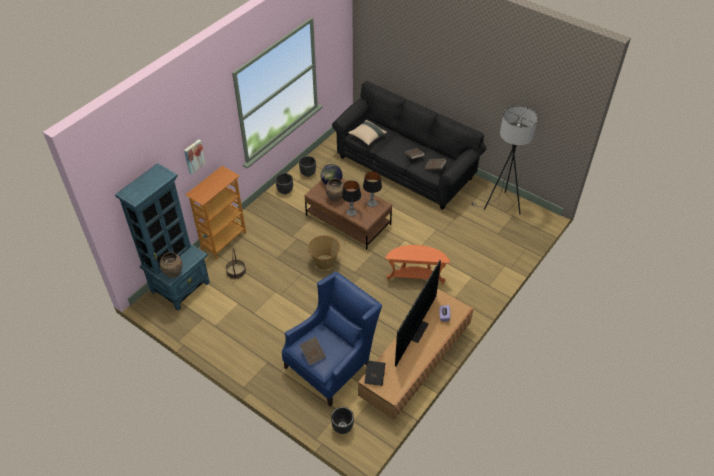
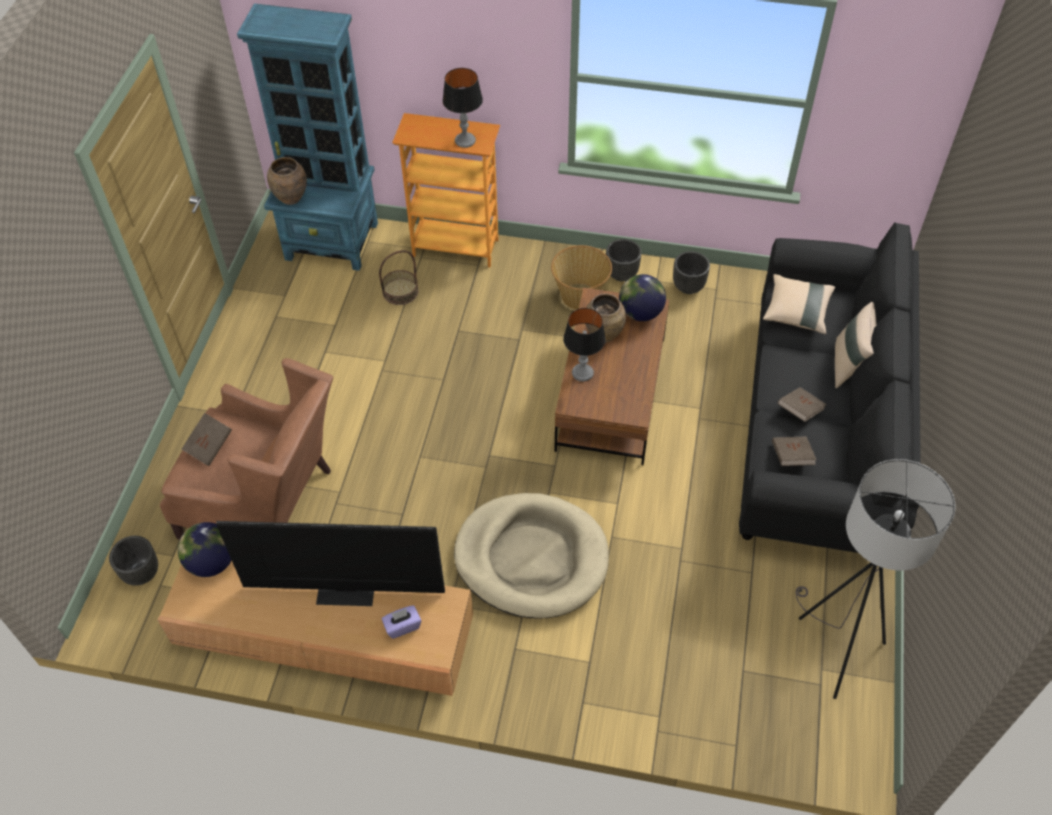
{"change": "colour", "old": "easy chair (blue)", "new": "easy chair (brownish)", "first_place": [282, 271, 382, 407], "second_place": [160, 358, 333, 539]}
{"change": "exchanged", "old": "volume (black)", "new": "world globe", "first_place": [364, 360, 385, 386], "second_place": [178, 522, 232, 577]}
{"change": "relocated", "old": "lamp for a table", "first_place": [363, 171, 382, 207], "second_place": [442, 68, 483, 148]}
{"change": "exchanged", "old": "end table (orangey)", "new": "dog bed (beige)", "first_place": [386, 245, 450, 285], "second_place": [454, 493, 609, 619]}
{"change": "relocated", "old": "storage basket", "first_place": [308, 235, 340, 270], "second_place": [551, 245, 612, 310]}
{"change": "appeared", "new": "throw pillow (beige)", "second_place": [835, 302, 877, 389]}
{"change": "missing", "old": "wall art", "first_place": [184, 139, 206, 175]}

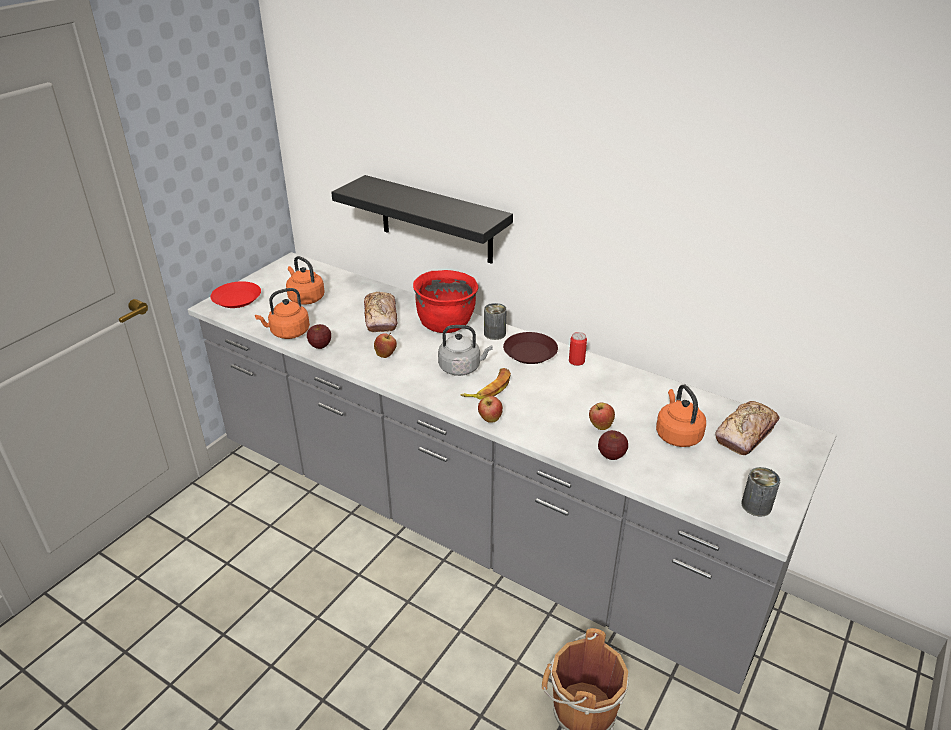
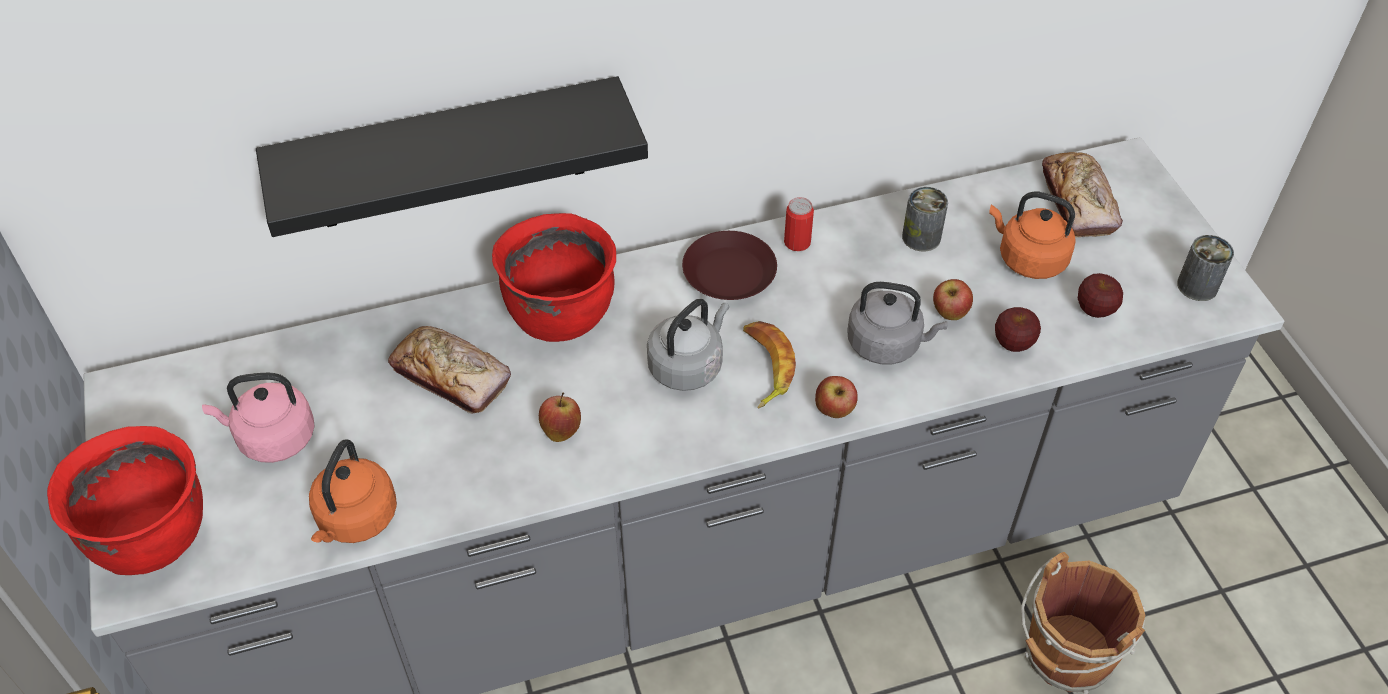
{"change": "exchanged", "old": "plate (red)", "new": "cooking pot (red)", "first_place": [210, 281, 261, 308], "second_place": [47, 426, 203, 575]}
{"change": "colour", "old": "water kettle (orangey)", "new": "water kettle (pink)", "first_place": [286, 256, 325, 305], "second_place": [202, 373, 315, 463]}
{"change": "appeared", "new": "water kettle (greyish)", "second_place": [847, 282, 948, 365]}
{"change": "relocated", "old": "metal can", "first_place": [484, 303, 507, 340], "second_place": [902, 187, 948, 252]}
{"change": "relocated", "old": "whole apple", "first_place": [307, 324, 331, 349], "second_place": [1078, 273, 1123, 318]}

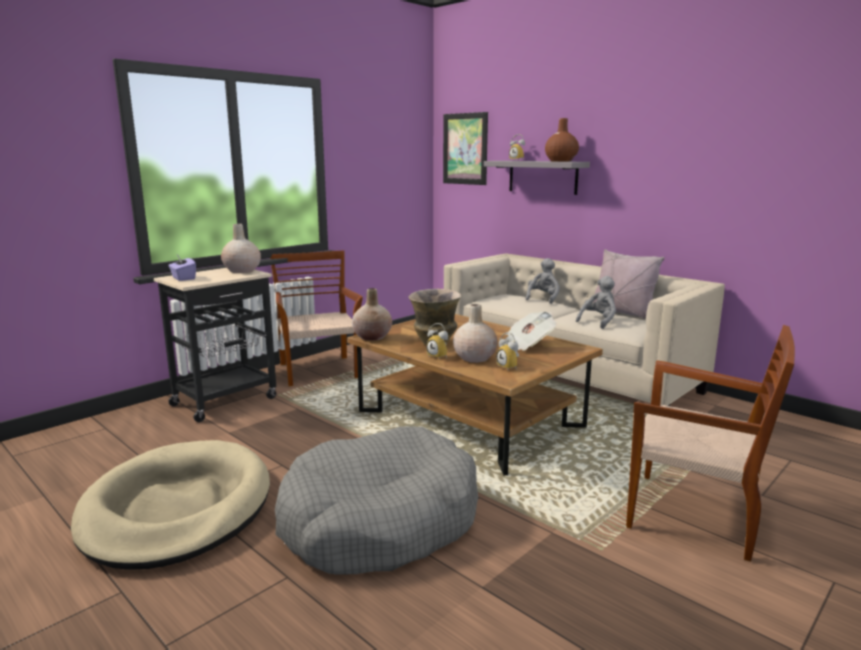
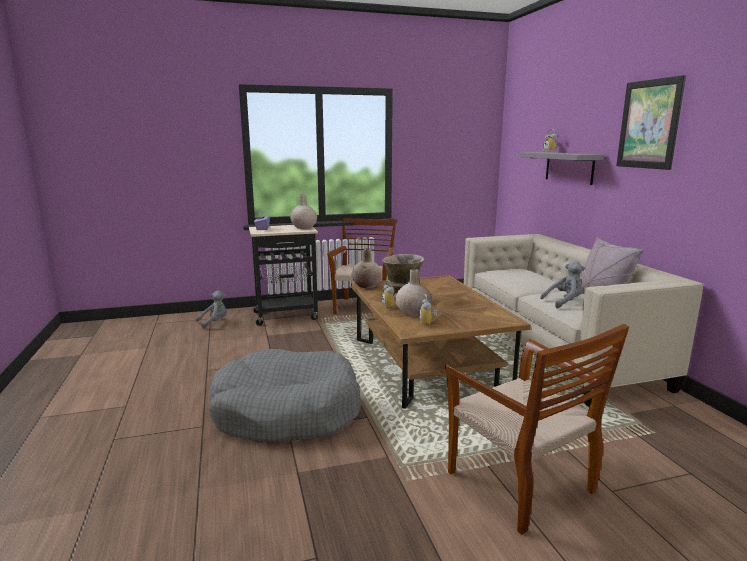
{"change": "relocated", "old": "cuddly toy (greyish)", "first_place": [525, 258, 560, 304], "second_place": [196, 291, 227, 329]}
{"change": "relocated", "old": "wall art", "first_place": [443, 112, 488, 185], "second_place": [616, 75, 686, 170]}
{"change": "missing", "old": "dog bed (beige)", "first_place": [71, 440, 270, 570]}
{"change": "missing", "old": "printed paper", "first_place": [499, 311, 557, 351]}
{"change": "missing", "old": "flower vase (brownish)", "first_place": [545, 118, 579, 162]}

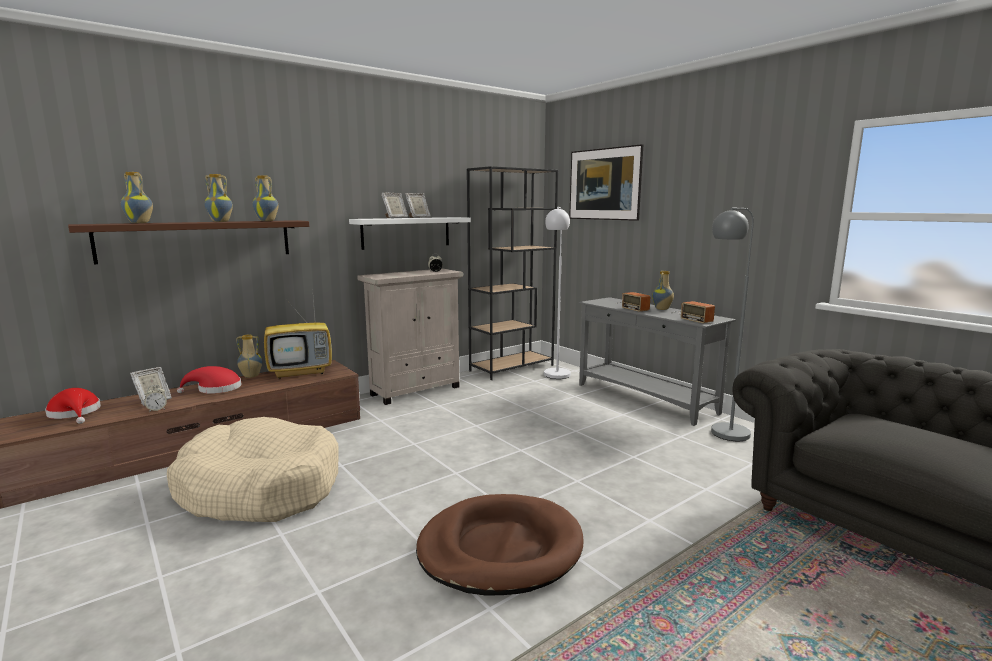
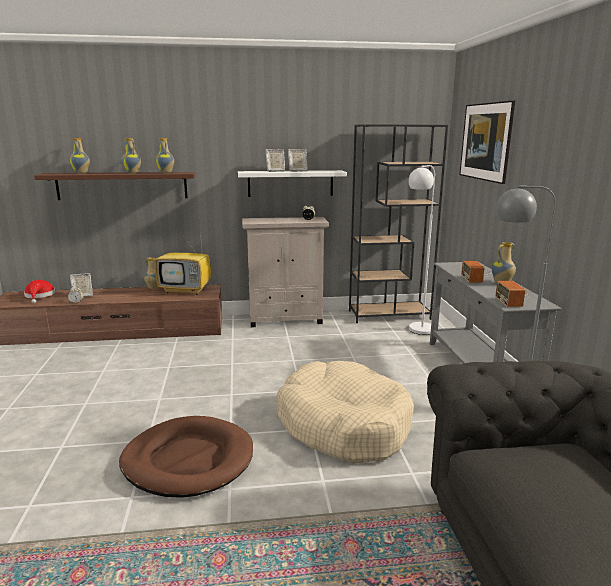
{"change": "relocated", "old": "dog bed (beige)", "first_place": [167, 417, 338, 522], "second_place": [277, 361, 414, 464]}
{"change": "missing", "old": "hat (red)", "first_place": [177, 366, 242, 394]}

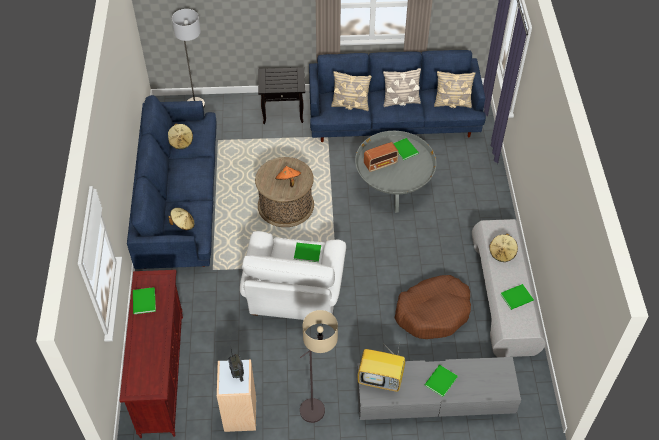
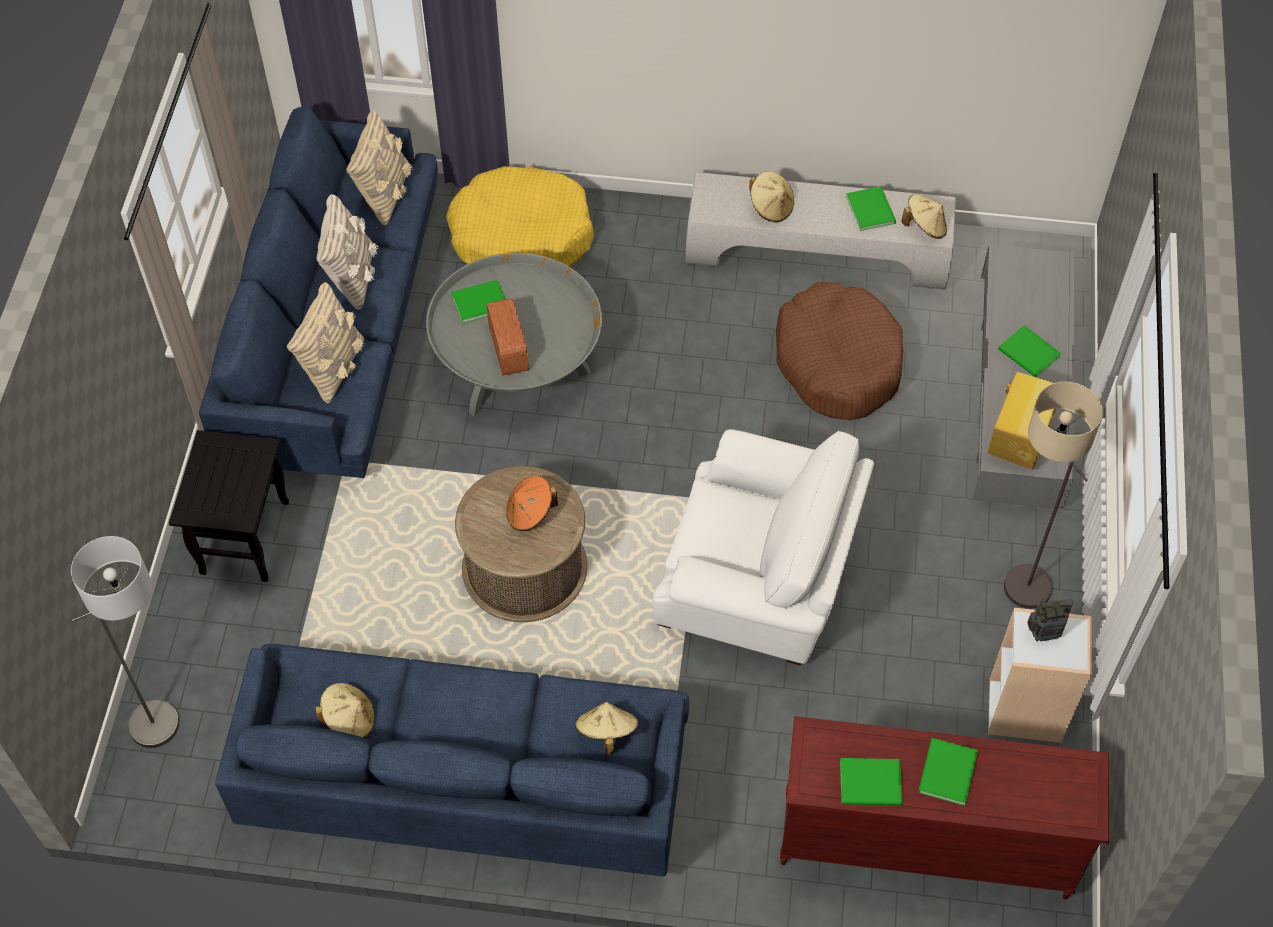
{"change": "appeared", "new": "dog bed (yellowish)", "second_place": [446, 166, 594, 267]}
{"change": "appeared", "new": "hat (beige)", "second_place": [902, 194, 947, 239]}
{"change": "relocated", "old": "volume (green-coloured)", "first_place": [294, 243, 321, 262], "second_place": [918, 738, 978, 806]}

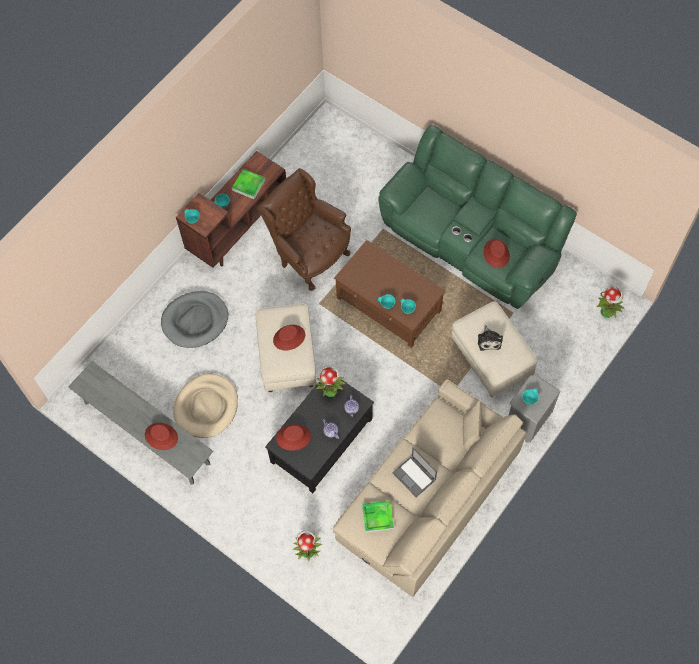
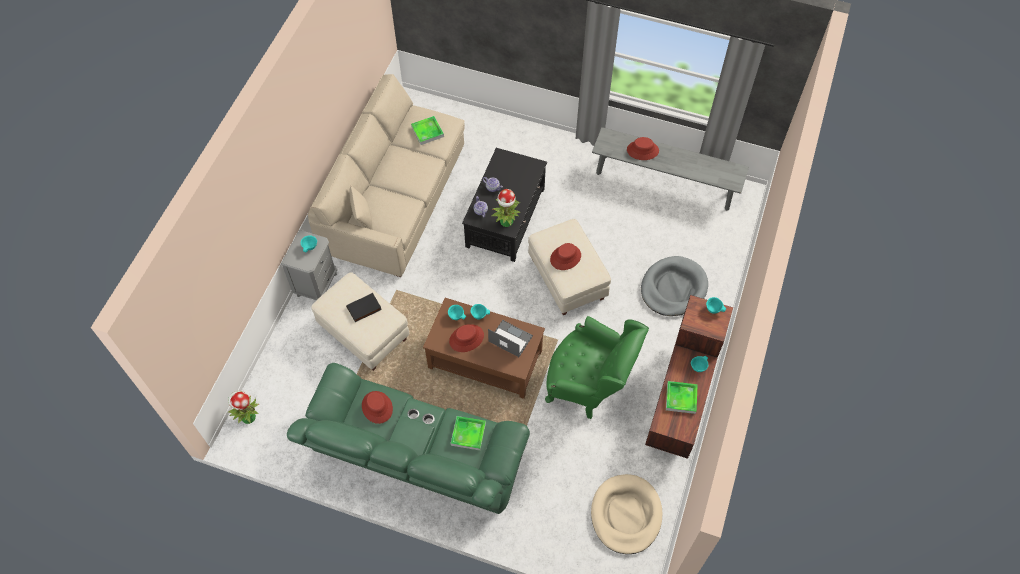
{"change": "exchanged", "old": "cuddly toy", "new": "volume (black)", "first_place": [478, 325, 503, 351], "second_place": [346, 293, 382, 322]}
{"change": "relocated", "old": "hat (red)", "first_place": [276, 424, 311, 451], "second_place": [449, 324, 484, 352]}
{"change": "appeared", "new": "serving tray", "second_place": [451, 416, 486, 451]}
{"change": "relocated", "old": "portable computer", "first_place": [392, 448, 437, 497], "second_place": [488, 320, 533, 357]}
{"change": "colour", "old": "easy chair (brownish)", "new": "easy chair (green-coloured)", "first_place": [257, 168, 351, 291], "second_place": [545, 316, 649, 419]}
{"change": "relocated", "old": "dog bed (beige)", "first_place": [173, 374, 238, 438], "second_place": [591, 474, 663, 554]}
{"change": "missing", "old": "houseplant", "first_place": [293, 530, 322, 561]}

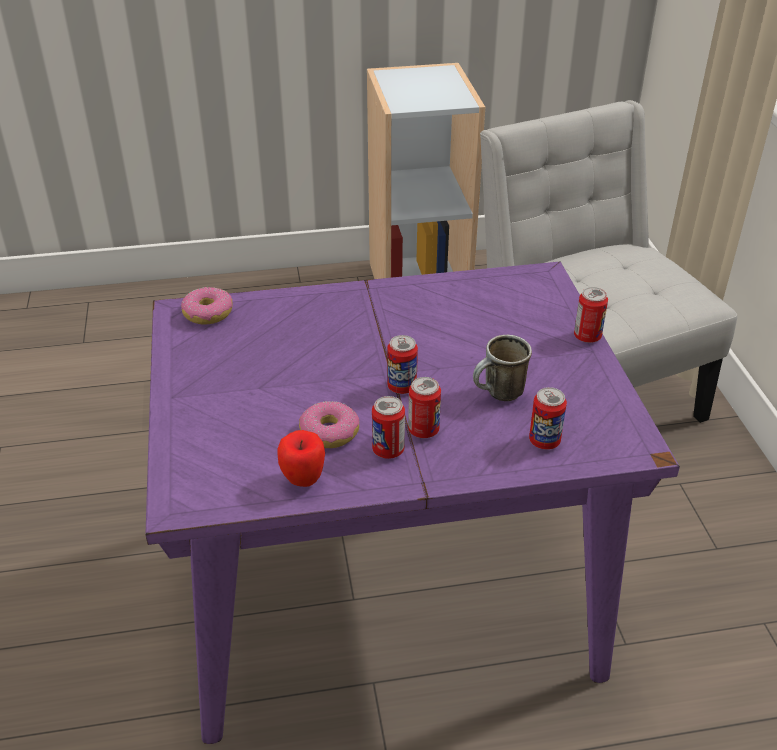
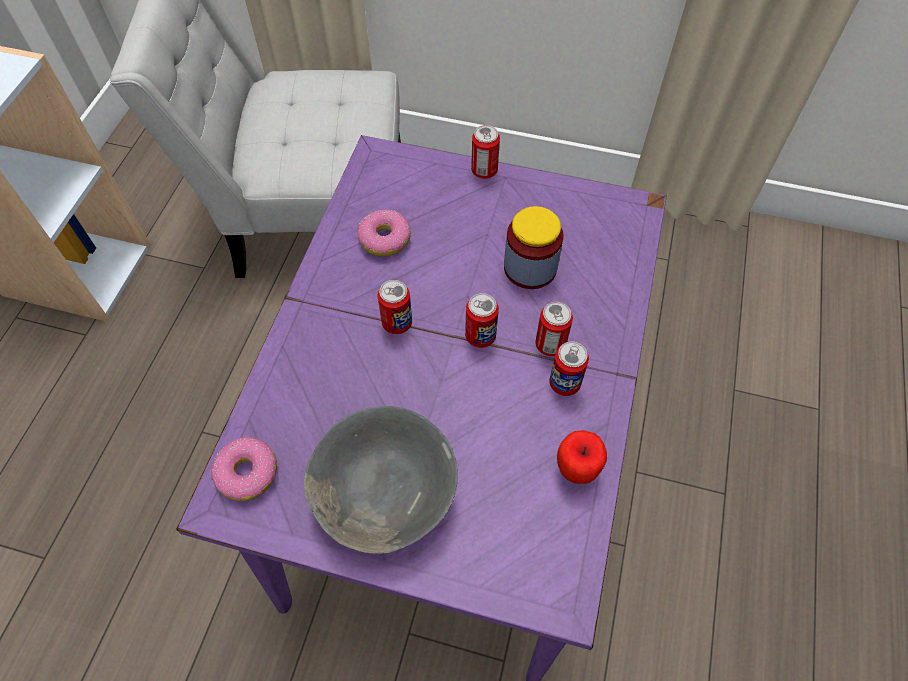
{"change": "appeared", "new": "bowl (greyish)", "second_place": [304, 406, 458, 554]}
{"change": "relocated", "old": "ring doughnut", "first_place": [299, 401, 359, 448], "second_place": [358, 210, 411, 257]}
{"change": "relocated", "old": "metal can", "first_place": [529, 387, 567, 450], "second_place": [378, 280, 412, 334]}
{"change": "exchanged", "old": "tea mug", "new": "jar", "first_place": [473, 335, 532, 401], "second_place": [504, 206, 564, 289]}

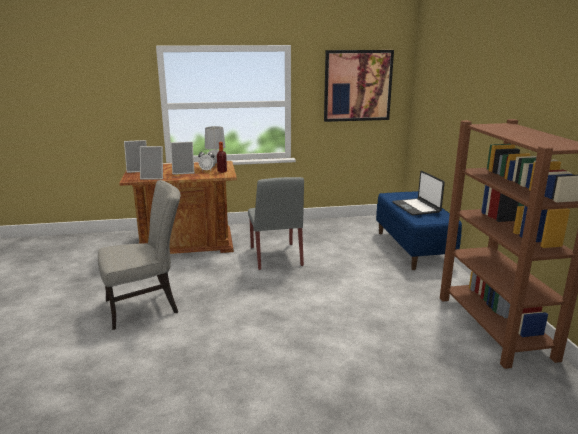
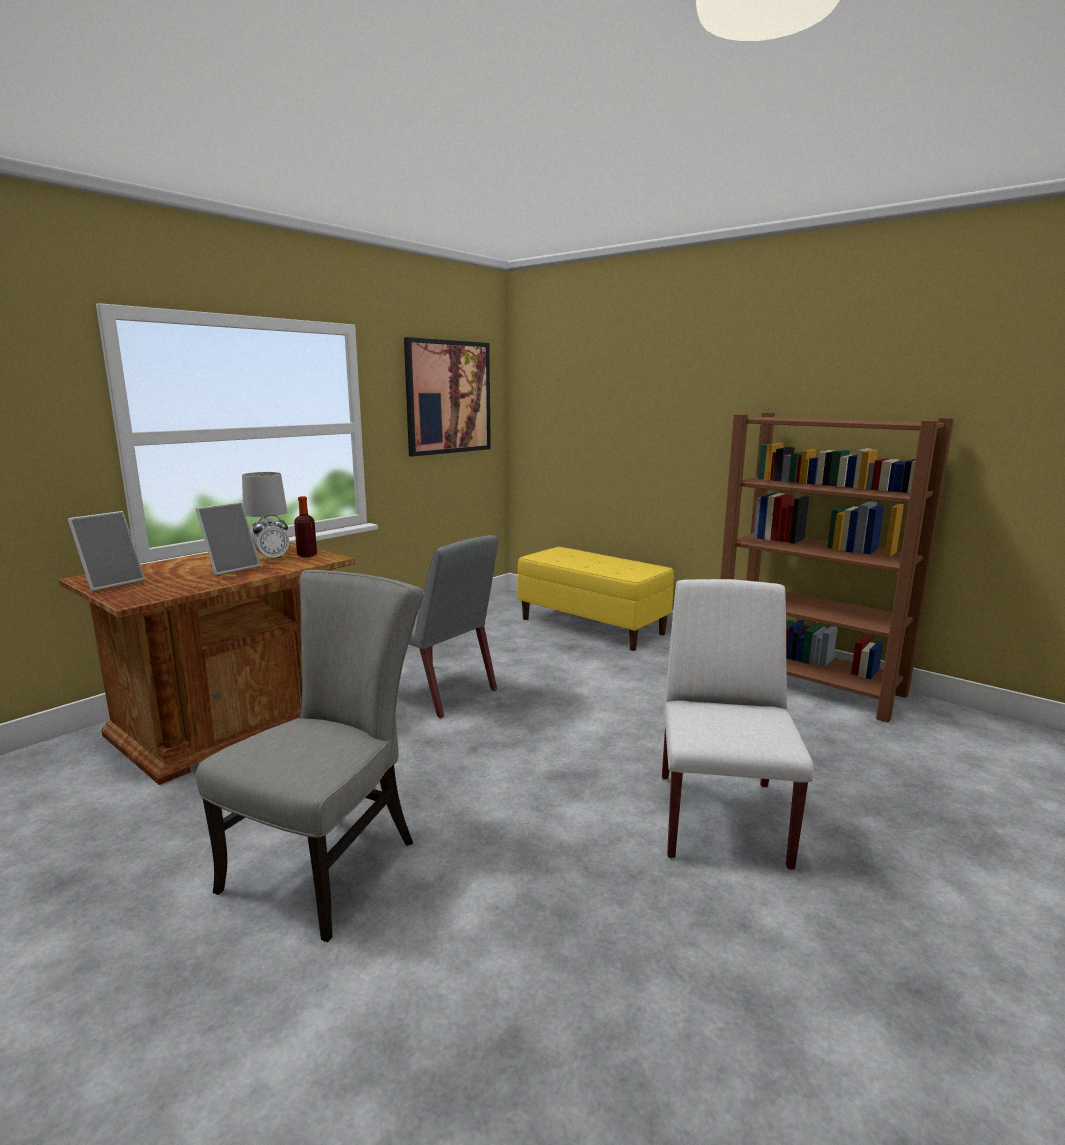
{"change": "colour", "old": "indoor bench (blue)", "new": "indoor bench (yellowish)", "first_place": [376, 191, 462, 270], "second_place": [517, 547, 674, 651]}
{"change": "appeared", "new": "plain chair (white)", "second_place": [662, 579, 814, 870]}
{"change": "missing", "old": "photo frame", "first_place": [140, 146, 163, 180]}
{"change": "missing", "old": "portable computer", "first_place": [392, 171, 445, 215]}

